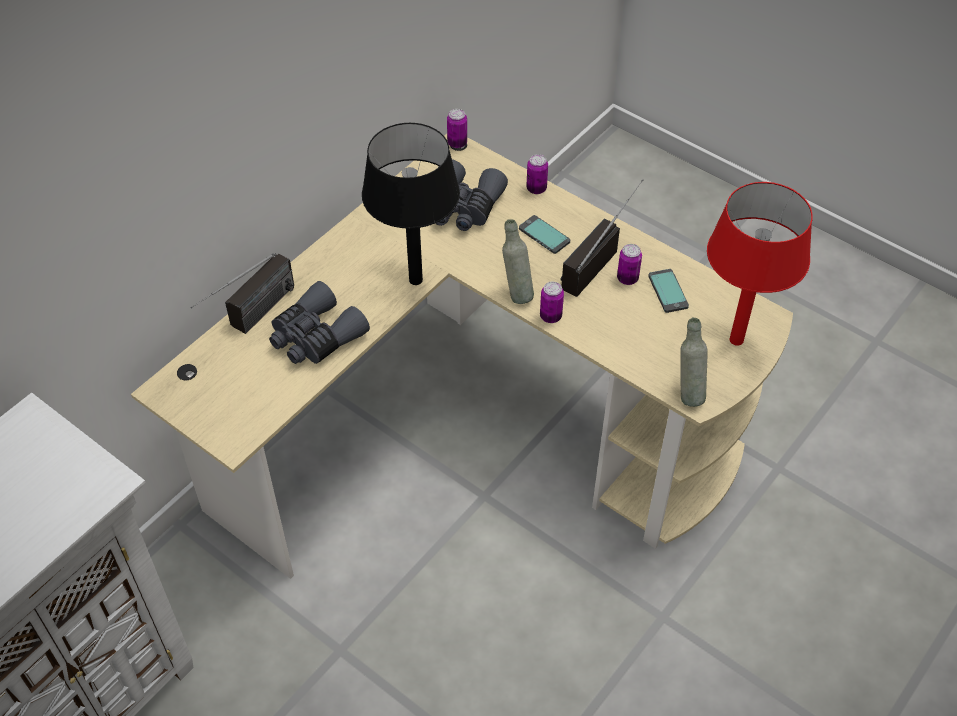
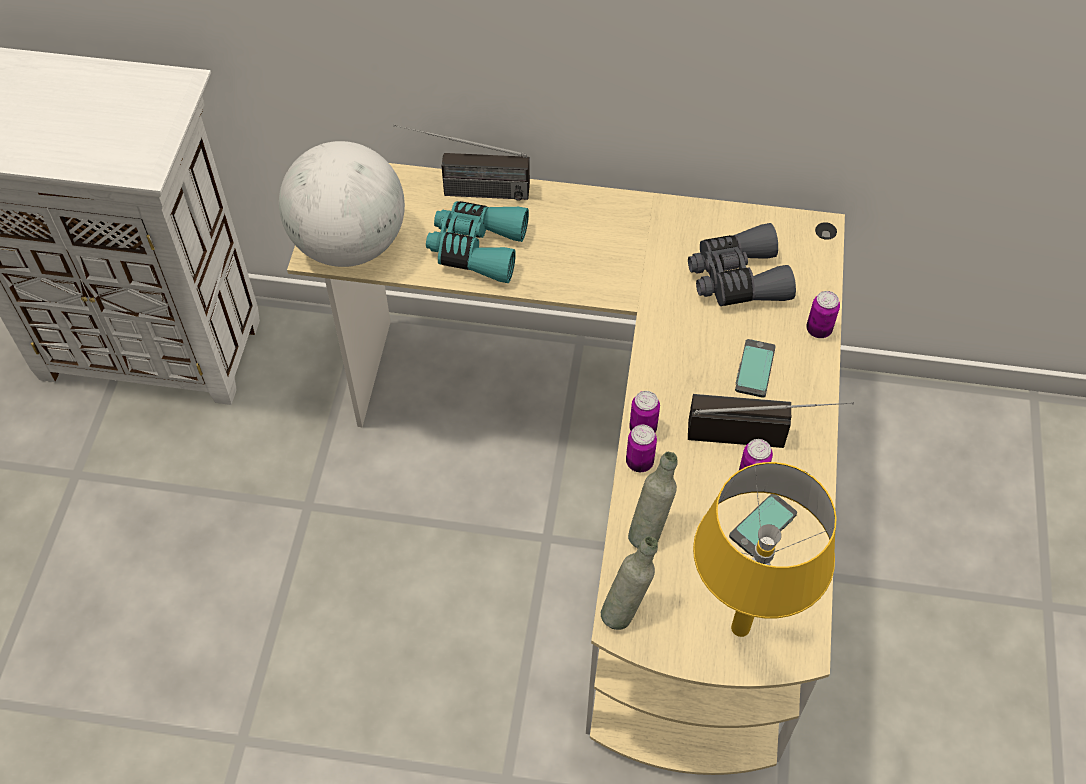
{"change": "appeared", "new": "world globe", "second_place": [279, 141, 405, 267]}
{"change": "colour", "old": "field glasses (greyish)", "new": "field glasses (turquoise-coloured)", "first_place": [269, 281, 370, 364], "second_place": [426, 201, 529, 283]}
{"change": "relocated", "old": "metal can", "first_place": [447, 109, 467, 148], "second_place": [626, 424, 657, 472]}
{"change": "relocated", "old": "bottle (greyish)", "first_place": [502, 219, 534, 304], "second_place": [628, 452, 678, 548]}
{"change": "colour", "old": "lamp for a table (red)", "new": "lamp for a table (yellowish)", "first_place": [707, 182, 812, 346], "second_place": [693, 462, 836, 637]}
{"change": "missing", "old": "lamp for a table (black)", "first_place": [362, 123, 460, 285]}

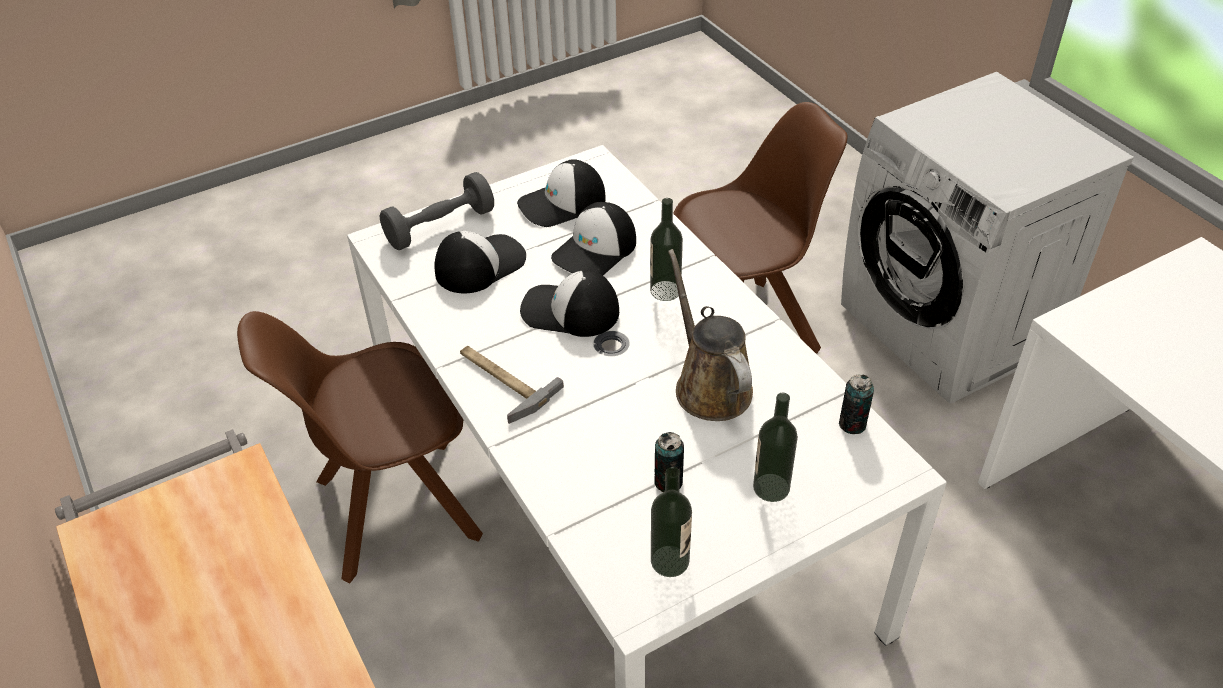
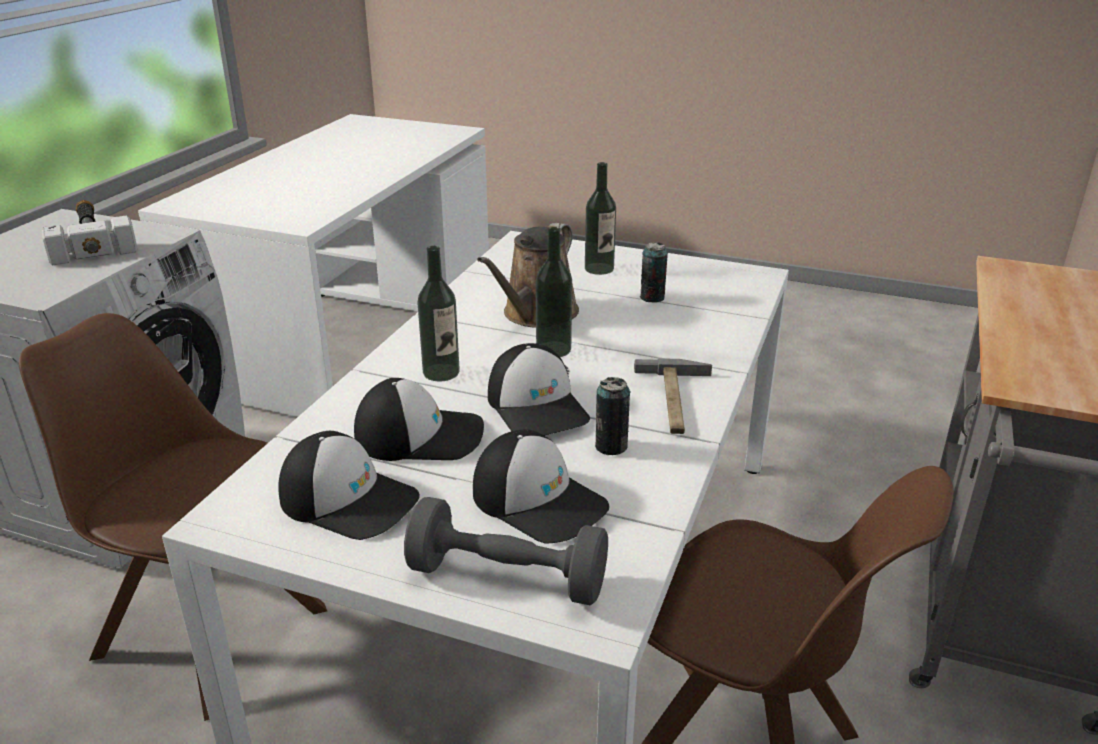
{"change": "appeared", "new": "tool hammer", "second_place": [42, 200, 138, 265]}
{"change": "spun", "old": "baseball cap", "first_place": [434, 231, 526, 293], "second_place": [473, 429, 609, 544], "degrees": -150}
{"change": "relocated", "old": "bottle", "first_place": [651, 467, 692, 577], "second_place": [536, 227, 572, 357]}
{"change": "relocated", "old": "metal can", "first_place": [839, 374, 874, 434], "second_place": [595, 377, 630, 455]}

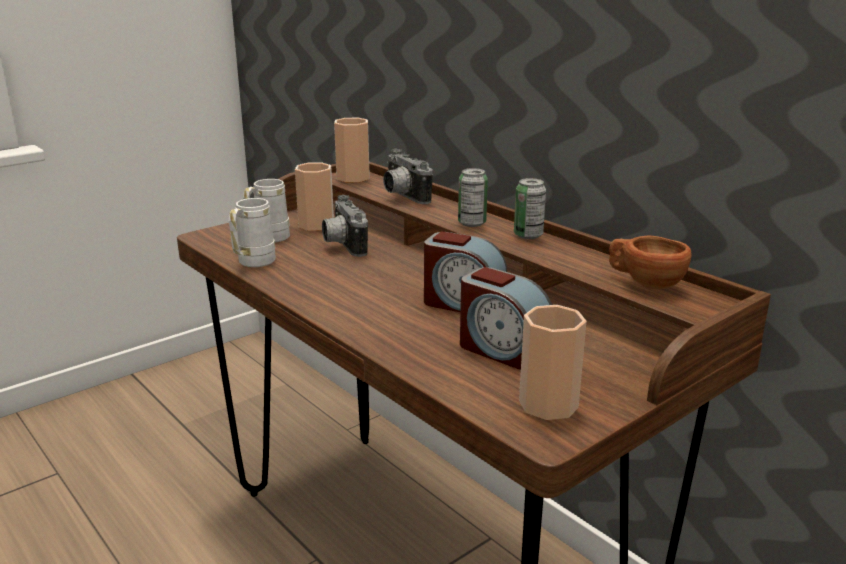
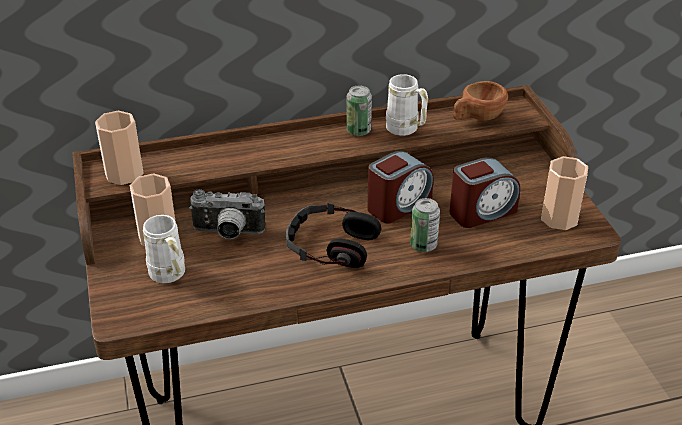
{"change": "appeared", "new": "headset", "second_place": [286, 203, 381, 268]}
{"change": "relocated", "old": "tea mug (white)", "first_place": [229, 198, 276, 267], "second_place": [386, 74, 428, 136]}
{"change": "relocated", "old": "metal can", "first_place": [458, 168, 488, 227], "second_place": [410, 198, 440, 252]}
{"change": "missing", "old": "photo camera", "first_place": [383, 149, 433, 204]}

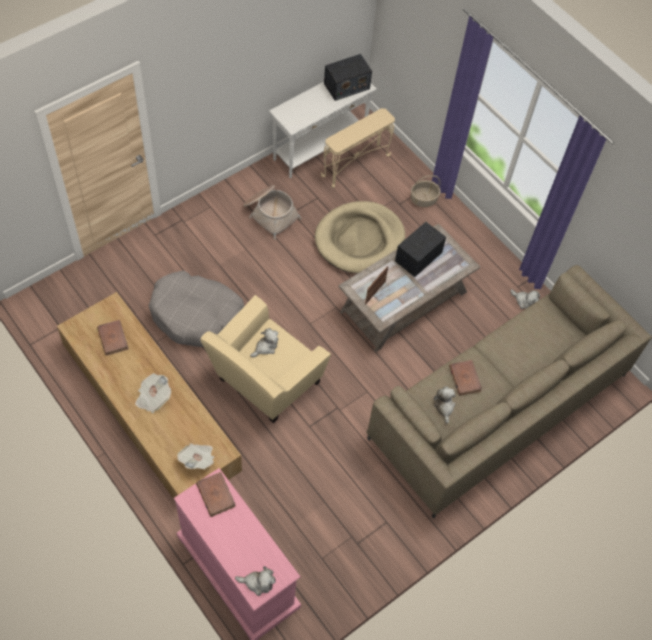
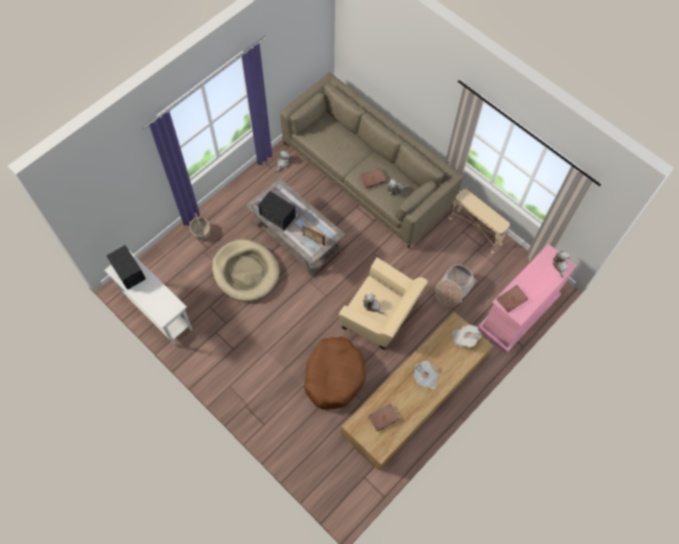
{"change": "colour", "old": "dog bed (greyish)", "new": "dog bed (brownish)", "first_place": [149, 271, 244, 347], "second_place": [304, 337, 366, 410]}
{"change": "relocated", "old": "storage basket", "first_place": [244, 185, 302, 240], "second_place": [435, 264, 477, 307]}
{"change": "relocated", "old": "end table (beige)", "first_place": [321, 108, 395, 188], "second_place": [449, 189, 510, 254]}

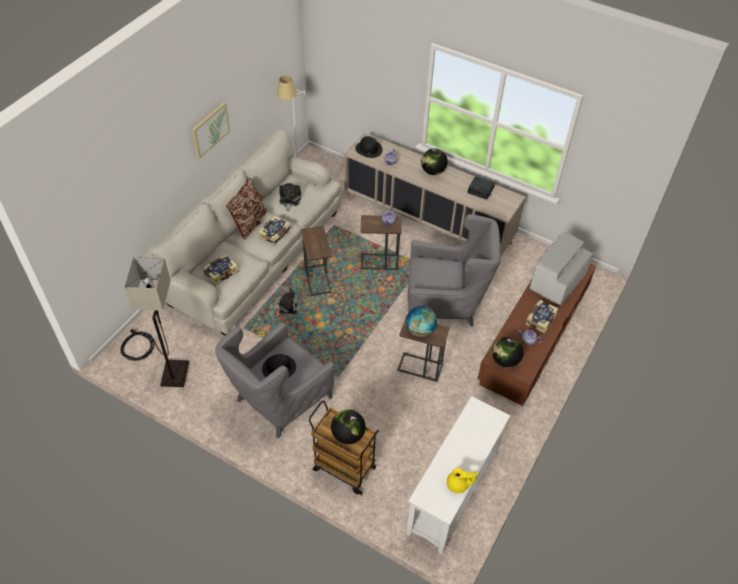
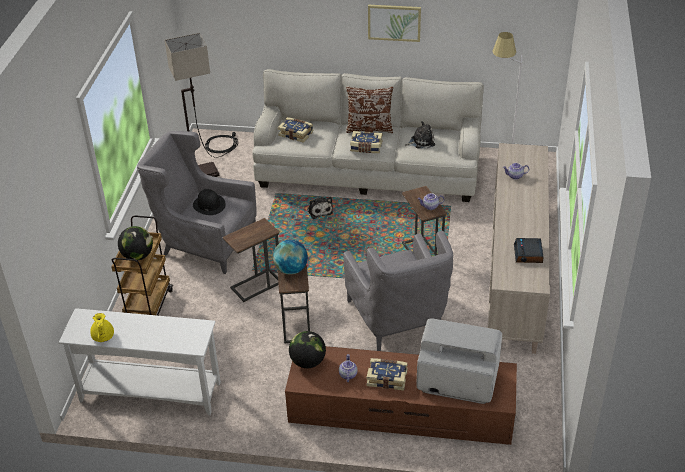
{"change": "relocated", "old": "end table (brownish)", "first_place": [301, 226, 332, 296], "second_place": [223, 218, 279, 302]}
{"change": "missing", "old": "hat (black)", "first_place": [355, 136, 383, 158]}
{"change": "missing", "old": "world globe", "first_place": [421, 148, 448, 175]}

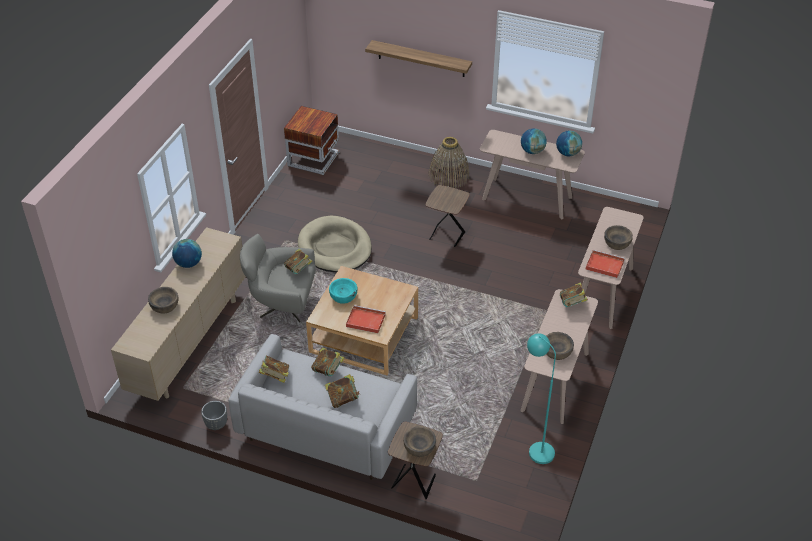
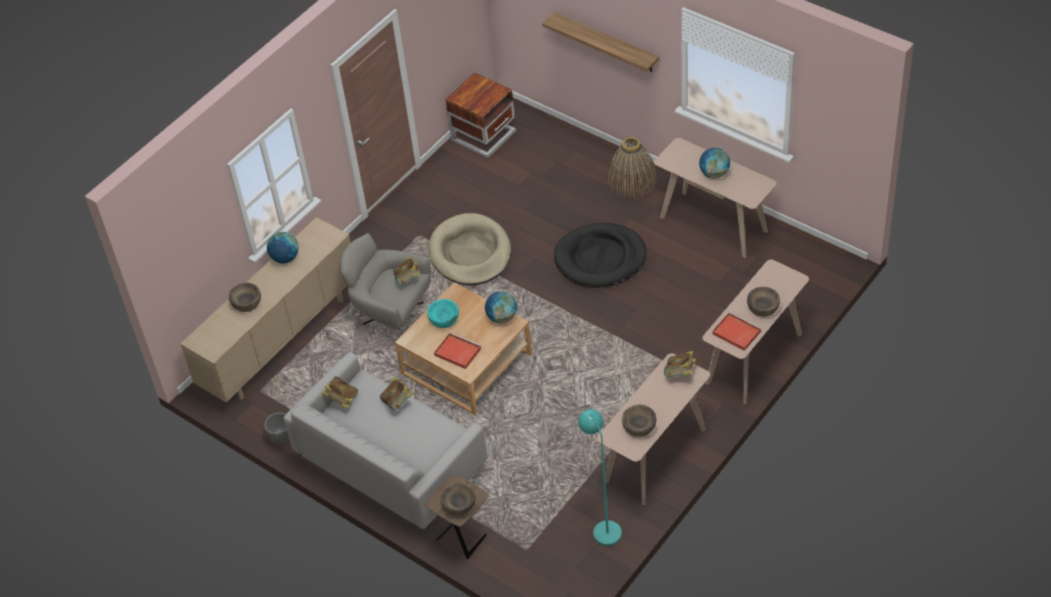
{"change": "relocated", "old": "world globe", "first_place": [556, 131, 582, 156], "second_place": [485, 291, 517, 323]}
{"change": "exchanged", "old": "end table (brownish)", "new": "dog bed (black)", "first_place": [425, 185, 470, 247], "second_place": [554, 223, 647, 288]}
{"change": "missing", "old": "volume", "first_place": [325, 374, 360, 408]}

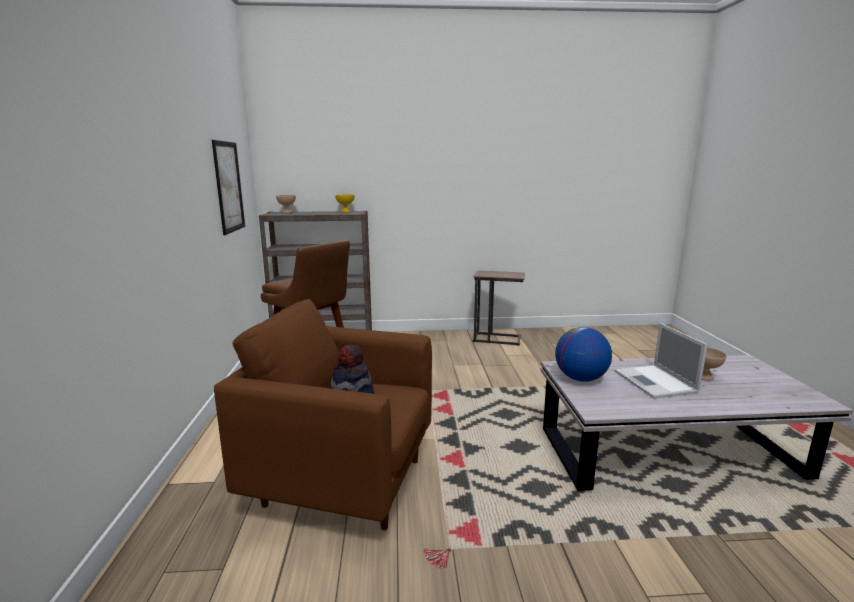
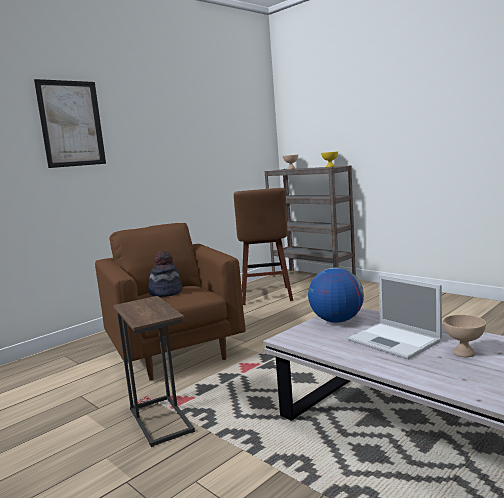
{"change": "relocated", "old": "wall art", "first_place": [212, 140, 245, 235], "second_place": [34, 79, 106, 168]}
{"change": "relocated", "old": "end table (brownish)", "first_place": [473, 270, 525, 346], "second_place": [114, 296, 195, 447]}
{"change": "spun", "old": "portable computer", "first_place": [614, 323, 708, 399], "second_place": [347, 274, 442, 360], "degrees": -75}

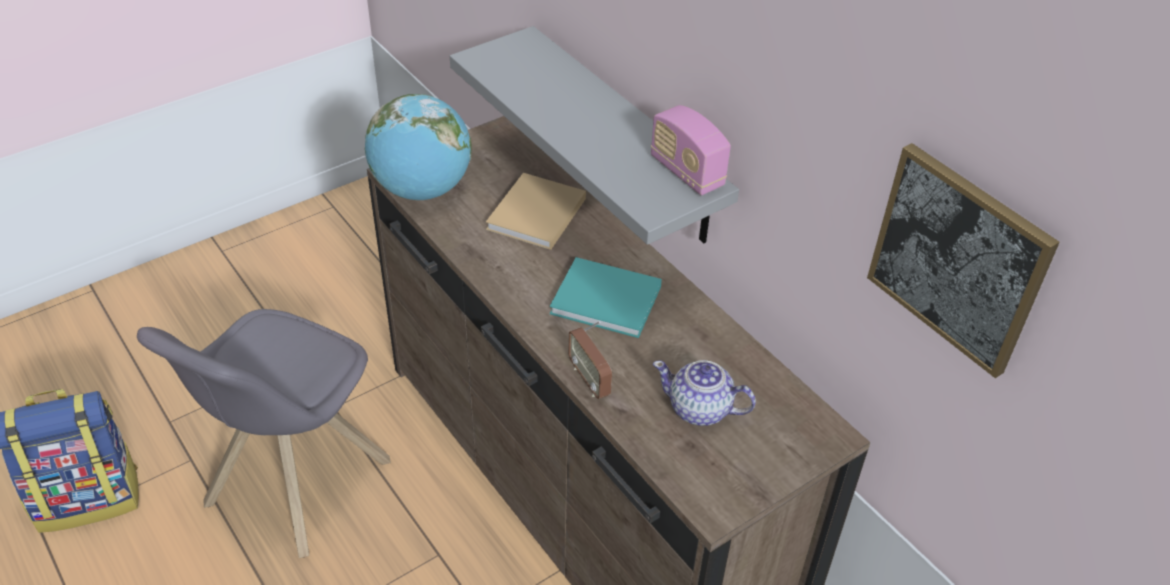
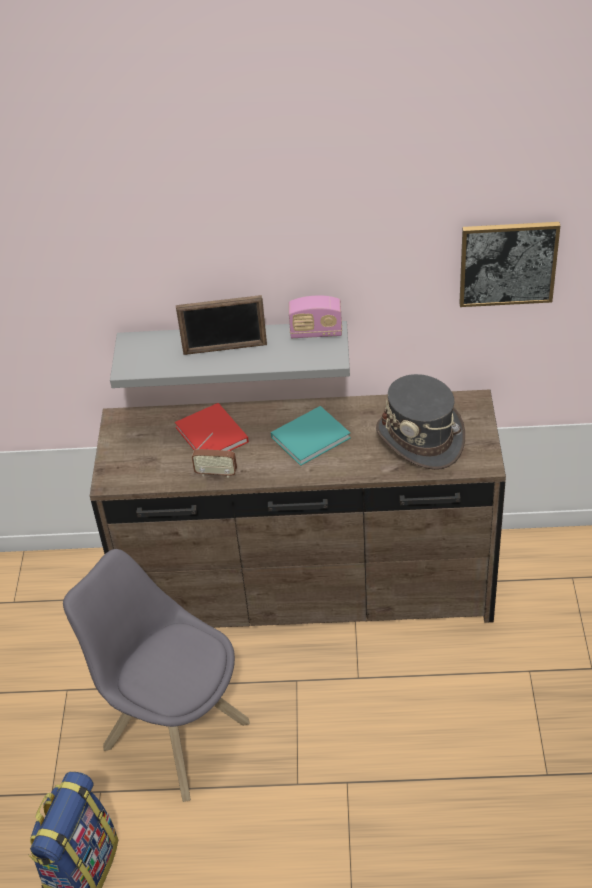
{"change": "spun", "old": "plain chair (greyish)", "first_place": [137, 309, 391, 558], "second_place": [63, 549, 250, 802], "degrees": 150}
{"change": "colour", "old": "volume (beige)", "new": "volume (red)", "first_place": [486, 173, 586, 250], "second_place": [175, 403, 249, 451]}
{"change": "appeared", "new": "photo frame", "second_place": [176, 295, 267, 355]}
{"change": "relocated", "old": "radio receiver", "first_place": [568, 321, 612, 399], "second_place": [192, 433, 237, 478]}
{"change": "exchanged", "old": "tea pot", "new": "hat (greyish)", "first_place": [653, 360, 756, 426], "second_place": [376, 374, 465, 470]}
{"change": "missing", "old": "world globe", "first_place": [364, 94, 472, 200]}

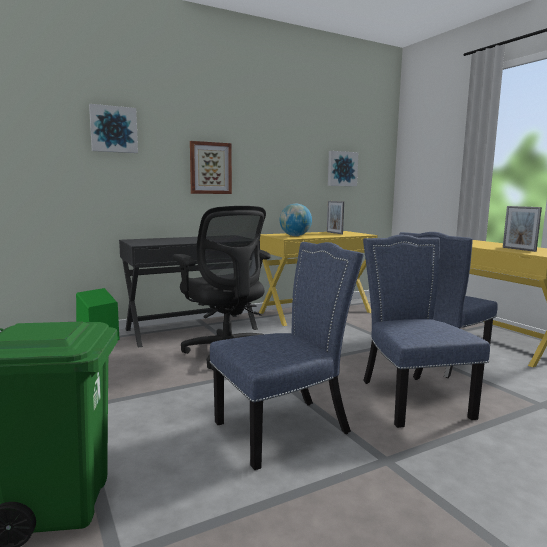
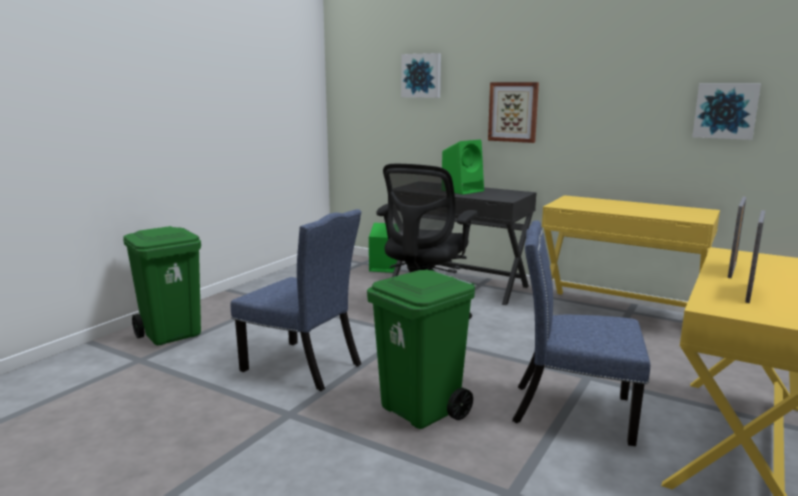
{"change": "exchanged", "old": "plain chair (blue)", "new": "rubbish bin (green-coloured)", "first_place": [363, 234, 490, 428], "second_place": [367, 270, 477, 429]}
{"change": "appeared", "new": "loudspeaker (green-coloured)", "second_place": [442, 140, 484, 195]}
{"change": "relocated", "old": "photo frame", "first_place": [327, 201, 344, 234], "second_place": [728, 197, 746, 278]}
{"change": "missing", "old": "world globe", "first_place": [280, 204, 312, 236]}

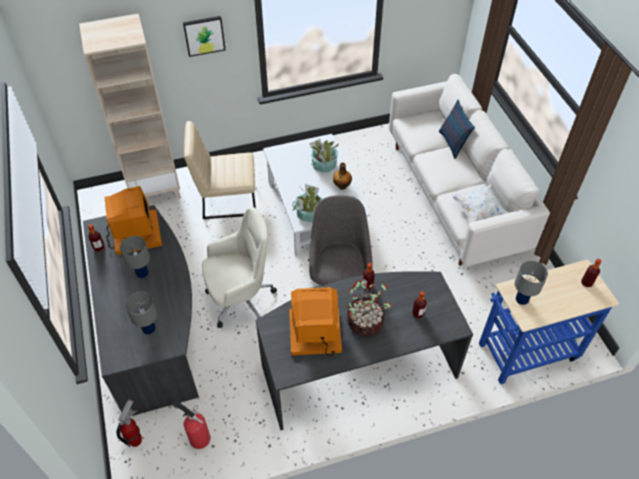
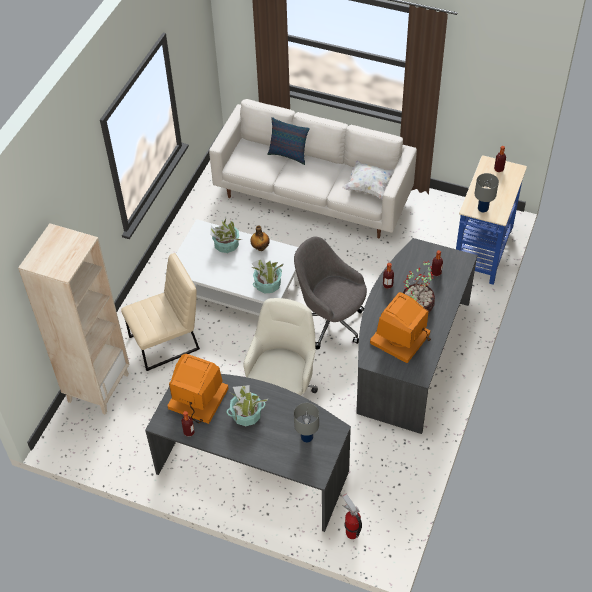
{"change": "spun", "old": "plain chair (beige)", "first_place": [184, 121, 256, 219], "second_place": [121, 253, 200, 371], "degrees": -150}
{"change": "exchanged", "old": "lamp for a table (greyish)", "new": "houseplant", "first_place": [120, 236, 150, 278], "second_place": [227, 385, 268, 426]}
{"change": "missing", "old": "fire-fighting cylinder", "first_place": [172, 399, 210, 449]}
{"change": "missing", "old": "wall art", "first_place": [183, 16, 226, 57]}

